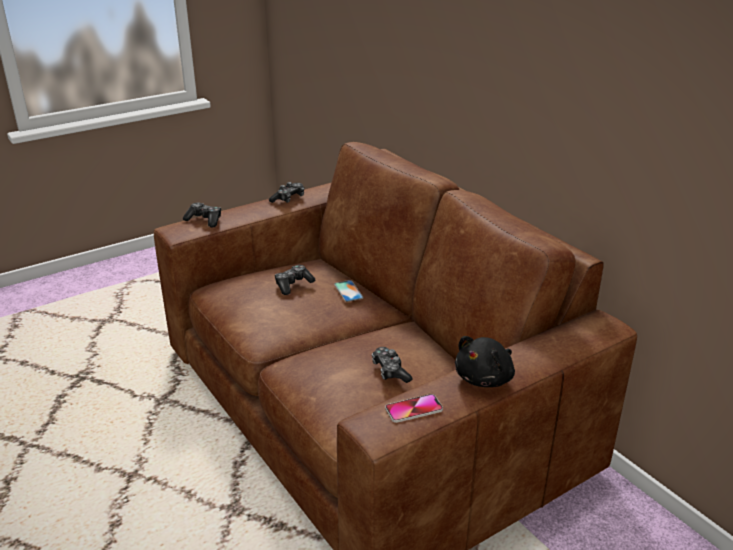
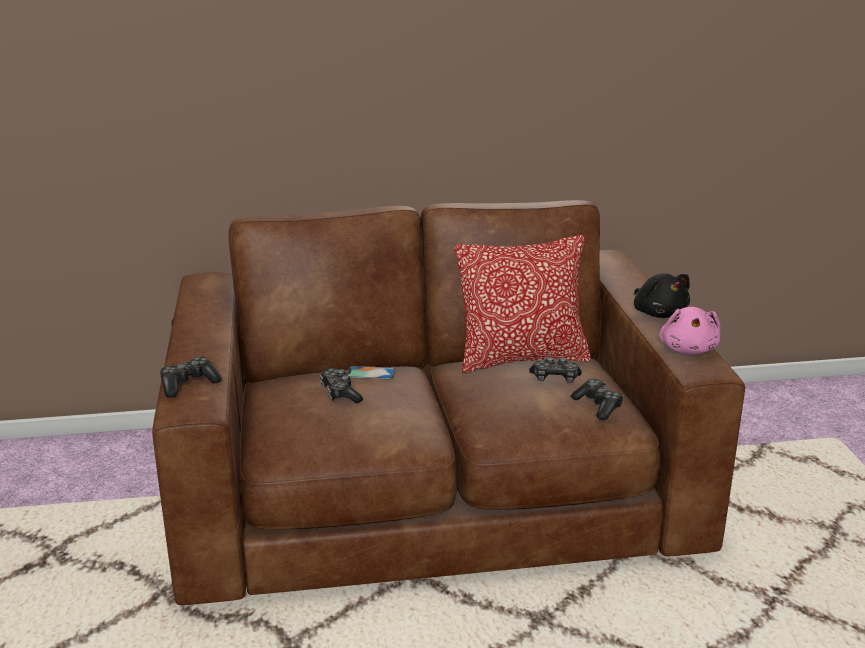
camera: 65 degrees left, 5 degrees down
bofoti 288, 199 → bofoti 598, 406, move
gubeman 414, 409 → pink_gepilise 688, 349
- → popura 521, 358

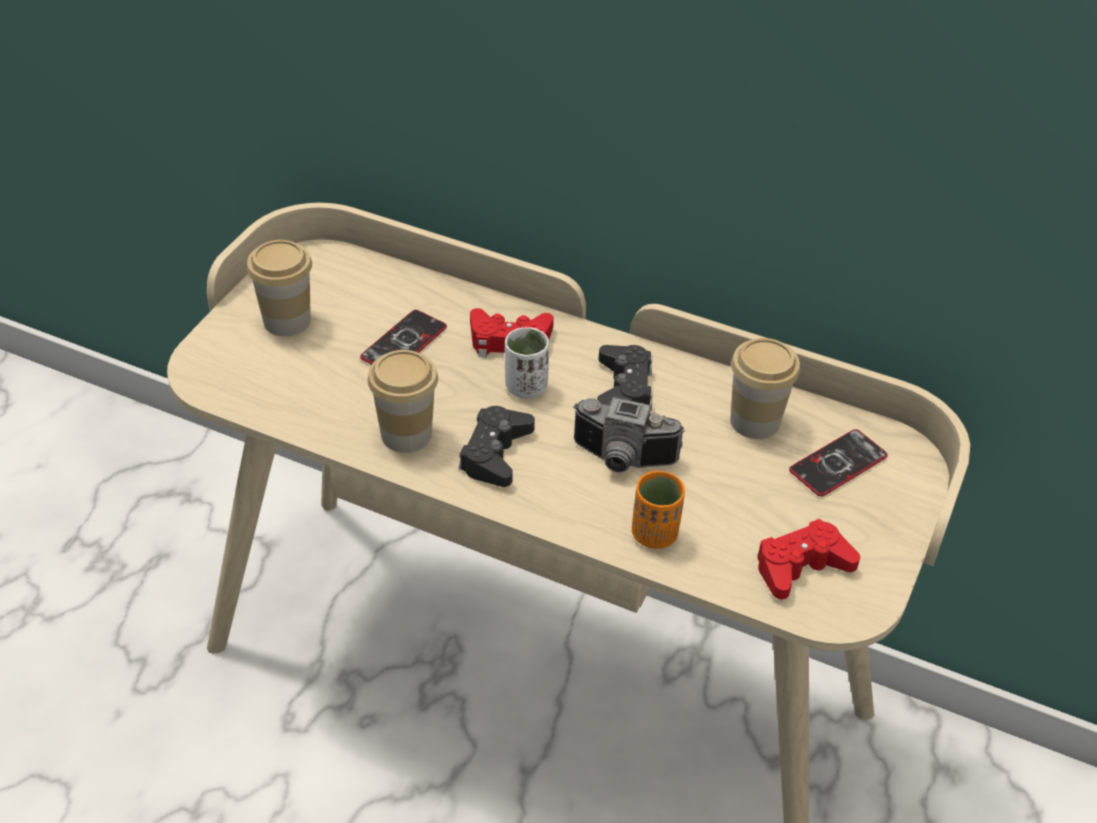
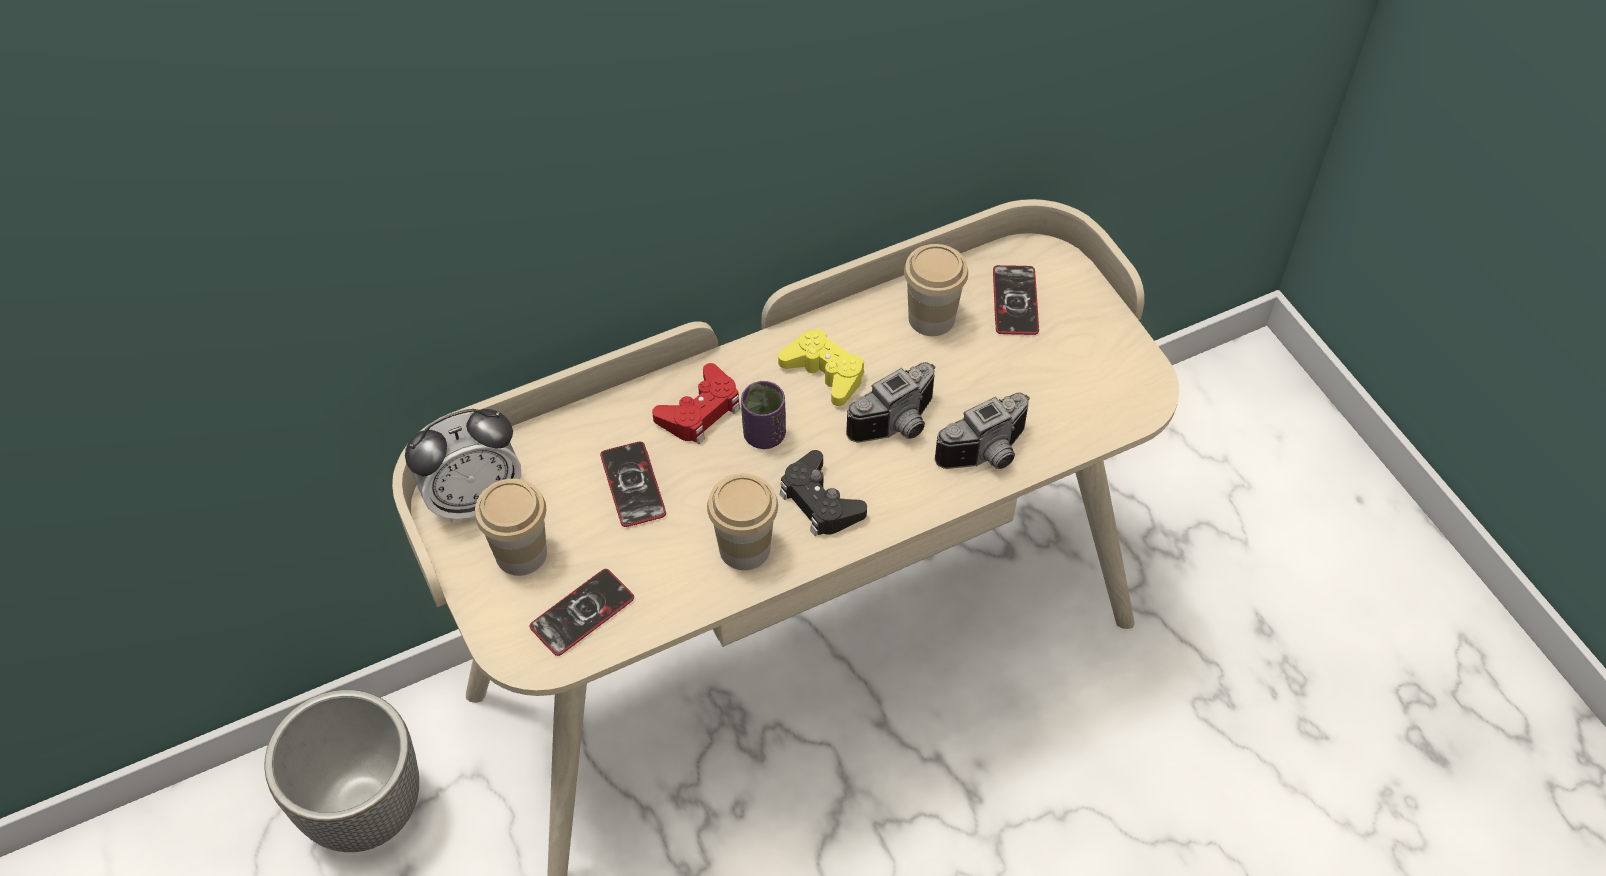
camera: 50 degrees left, 10 degrees up
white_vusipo 526, 387 → purple_vusipo 764, 434
black_bofoti 624, 388 → yellow_bofoti 824, 373
orange_vusipo 654, 534 → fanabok 988, 455
red_bofoti 801, 566 → -
- → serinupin 474, 498
- → gubeman 582, 613
- → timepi 365, 808

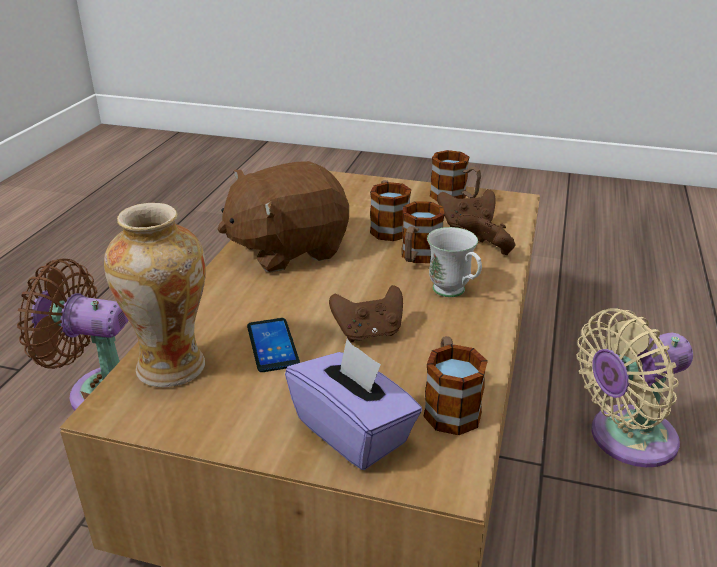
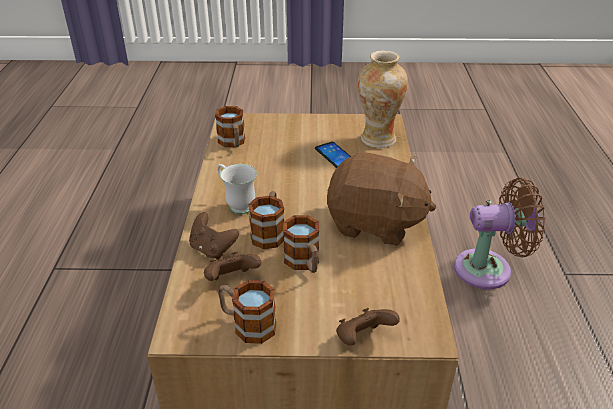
camera: 165 degrees right, 5 degrees up
brown_gepilise 287, 249 → brown_gepilise 375, 223, 60 degrees clockwise
brown_bofoti 368, 332 → brown_bofoti 363, 339, move
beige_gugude 625, 439 → -
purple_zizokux 353, 431 → -

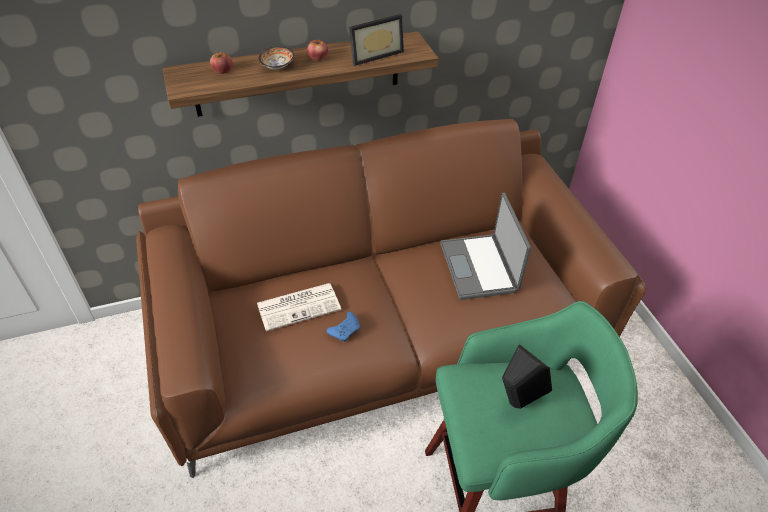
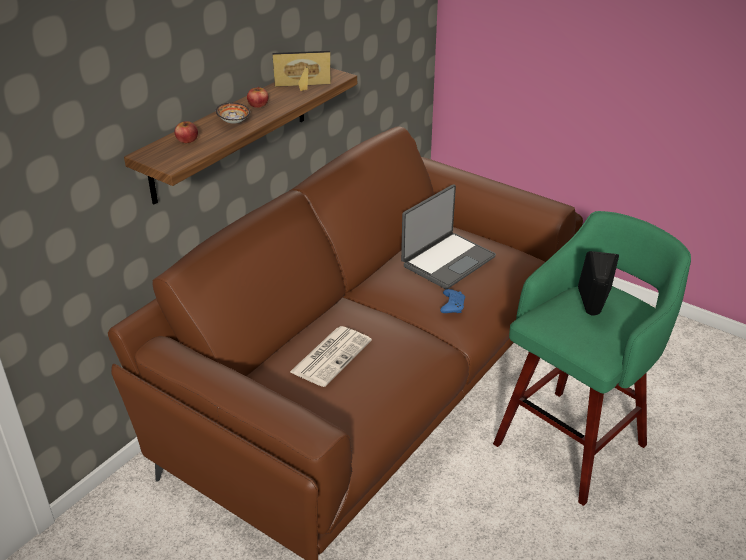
camera: 35 degrees left, 10 degrees down
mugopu 374, 54 → mugopu 303, 88, 120 degrees counterclockwise
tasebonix 480, 267 → tasebonix 447, 261, 90 degrees counterclockwise
blue_bofoti 345, 330 → blue_bofoti 452, 306, move

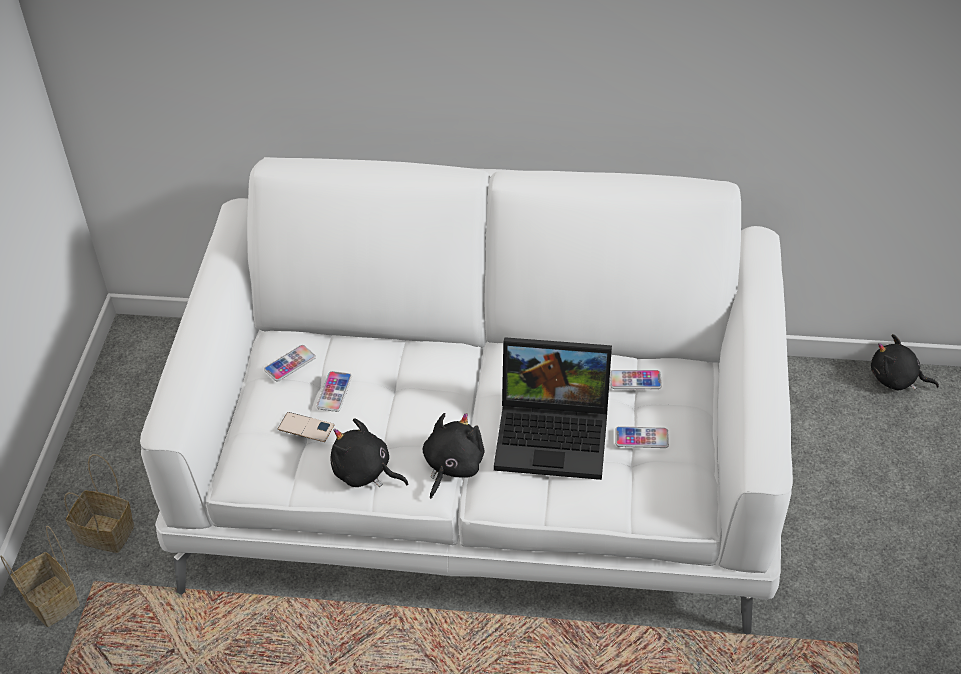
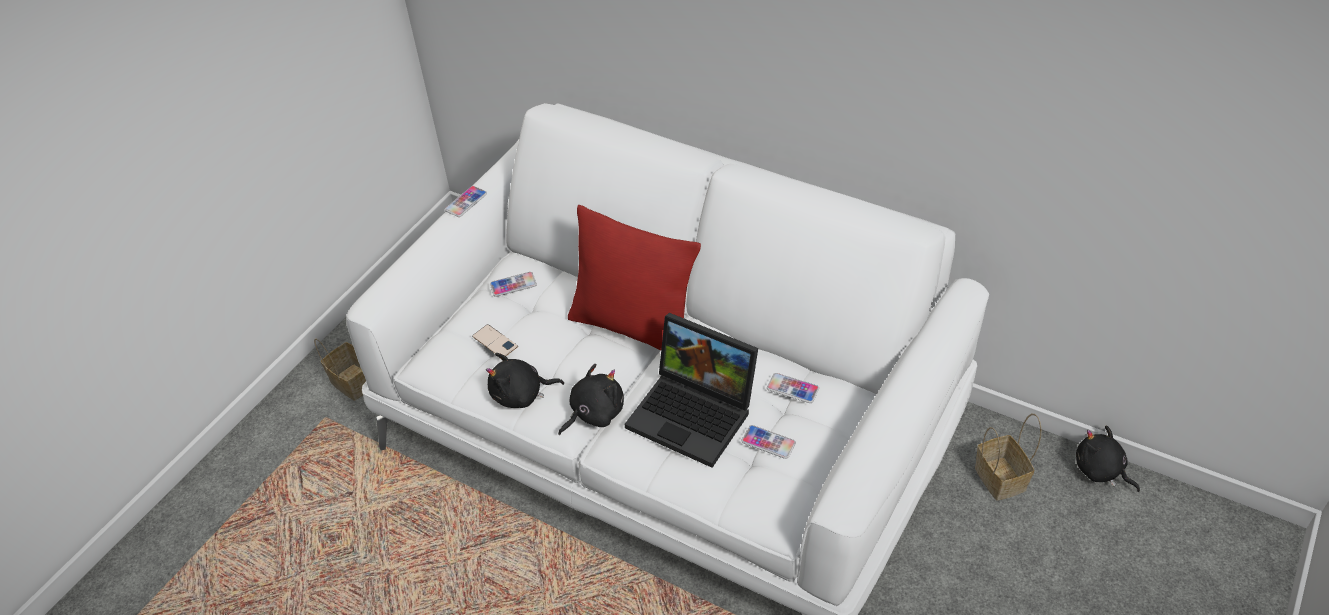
camera: 25 degrees right, 0 degrees up
gubeman 334, 392 → gubeman 466, 202, move
black_gepilise 365, 472 → black_gepilise 521, 395, 60 degrees counterclockwise
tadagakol 53, 601 → tadagakol 1002, 479, move
- → red_popura 634, 327

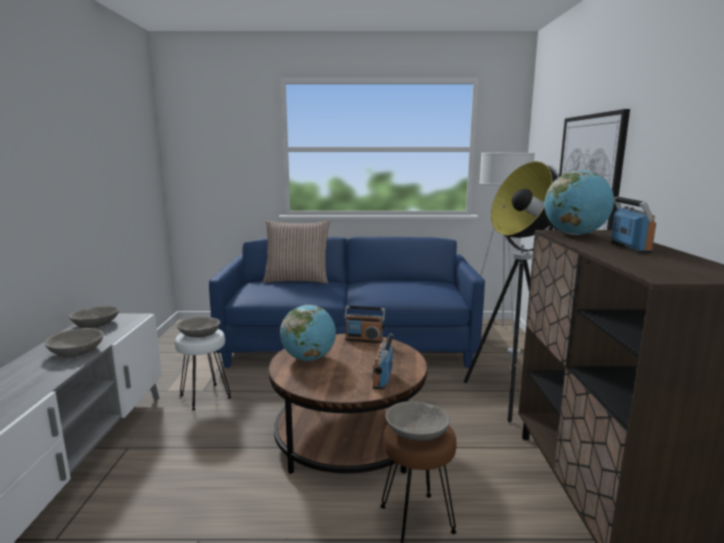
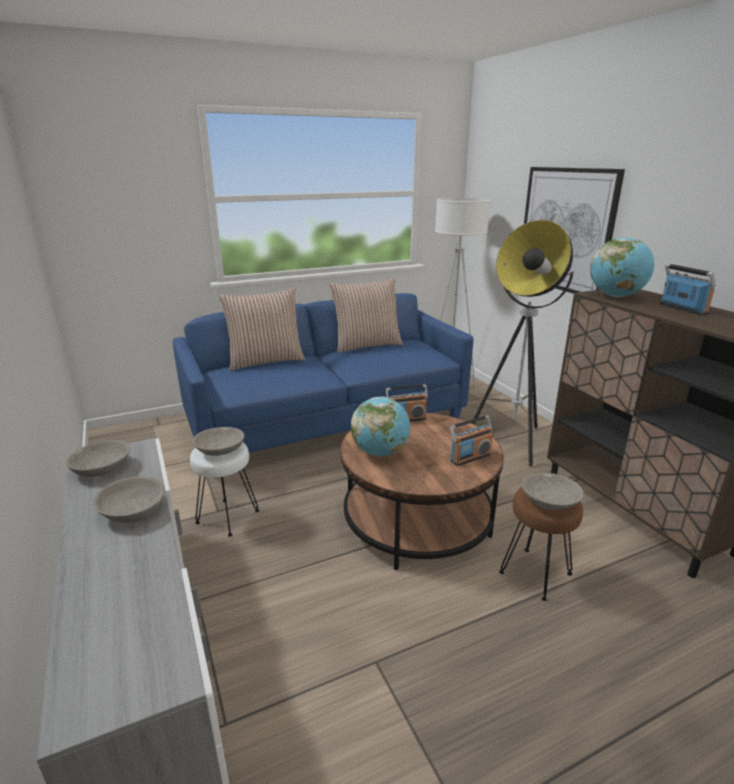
camera: 25 degrees left, 10 degrees up
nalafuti 382, 378 → nalafuti 470, 457, 105 degrees counterclockwise
- → popura 367, 345

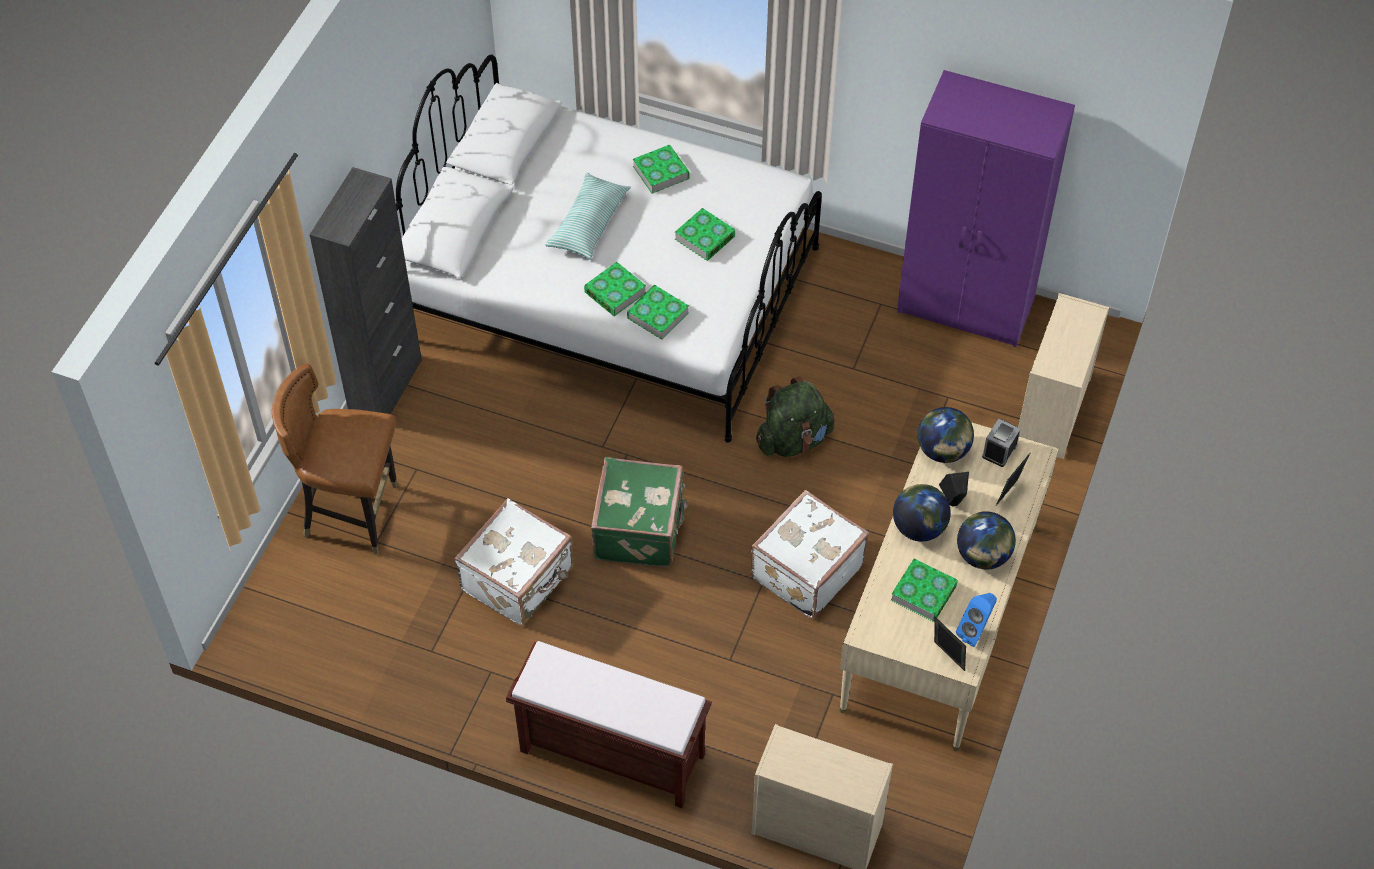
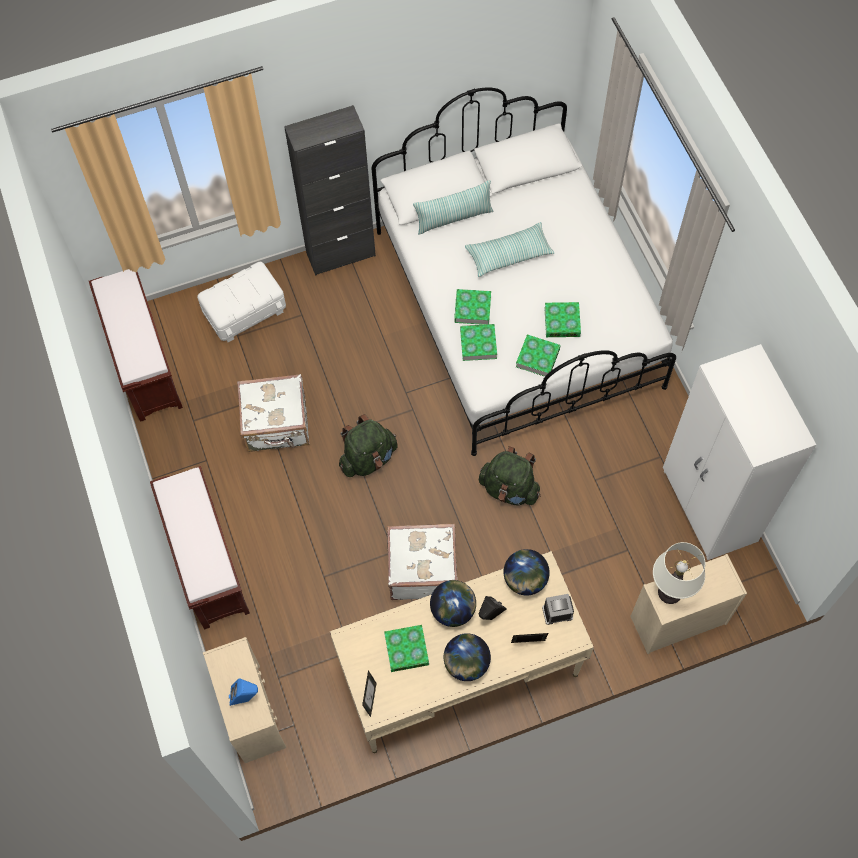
camera: 50 degrees right, 10 degrees up
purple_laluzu 966, 307 → white_laluzu 708, 507
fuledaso 661, 172 → fuledaso 537, 358, move
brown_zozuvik 353, 514 → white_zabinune 244, 310
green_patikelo 640, 529 → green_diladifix 368, 458
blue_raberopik 975, 632 → blue_raberopik 246, 698, move
- → popura 454, 218
- → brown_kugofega 144, 364
- → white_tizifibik 670, 592

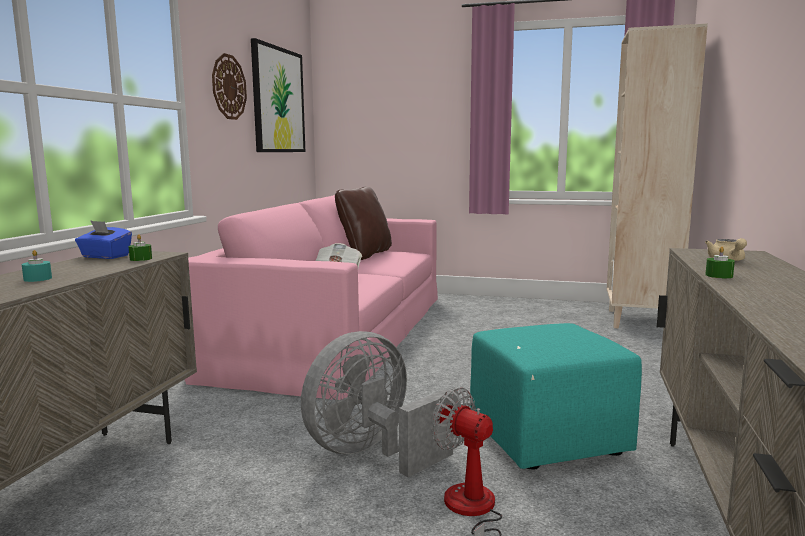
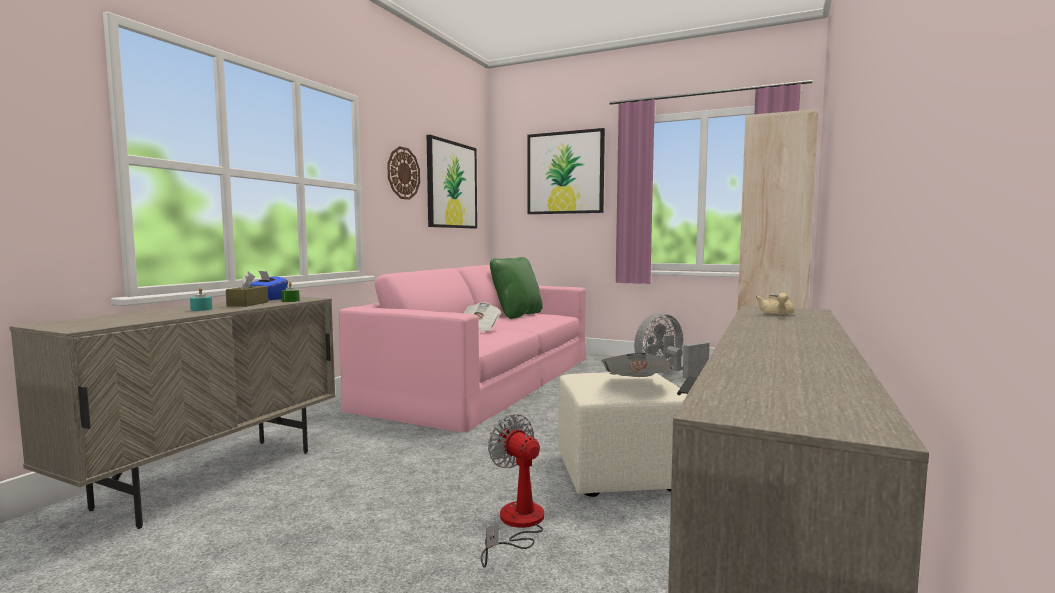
camera: 10 degrees right, 5 degrees down
brown_popura 365, 254 → green_popura 517, 315
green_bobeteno 719, 275 → -
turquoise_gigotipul 546, 440 → beige_gigotipul 618, 475
grey_gugude 371, 453 → grey_gugude 666, 373, move
- → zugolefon 565, 173
- → brown_zizokux 248, 304
- → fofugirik 636, 385

